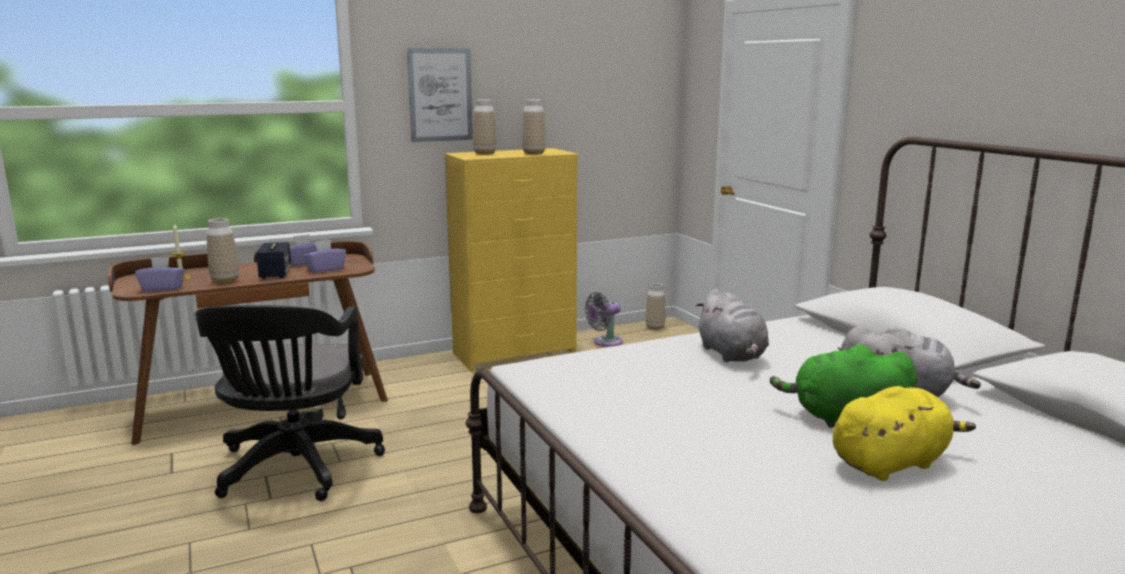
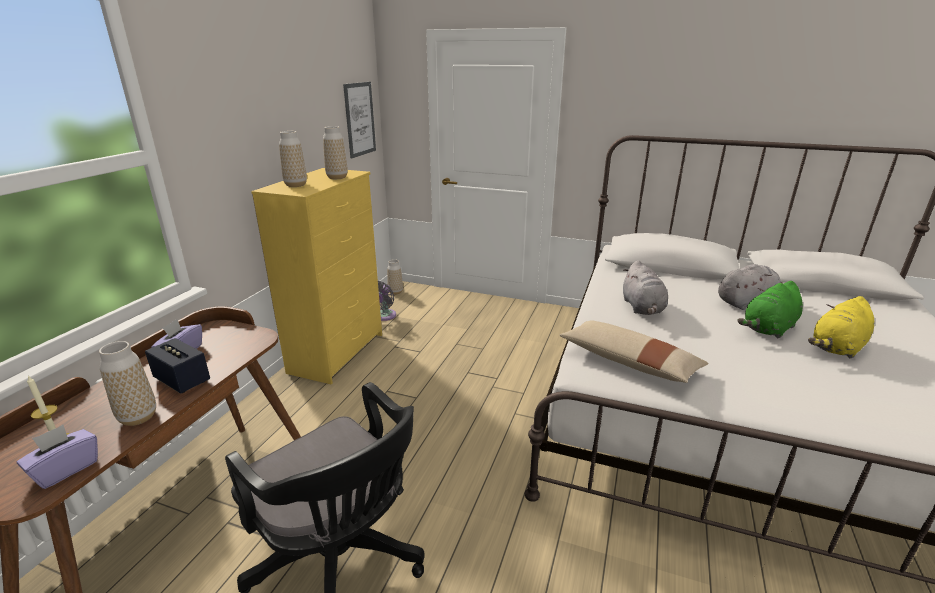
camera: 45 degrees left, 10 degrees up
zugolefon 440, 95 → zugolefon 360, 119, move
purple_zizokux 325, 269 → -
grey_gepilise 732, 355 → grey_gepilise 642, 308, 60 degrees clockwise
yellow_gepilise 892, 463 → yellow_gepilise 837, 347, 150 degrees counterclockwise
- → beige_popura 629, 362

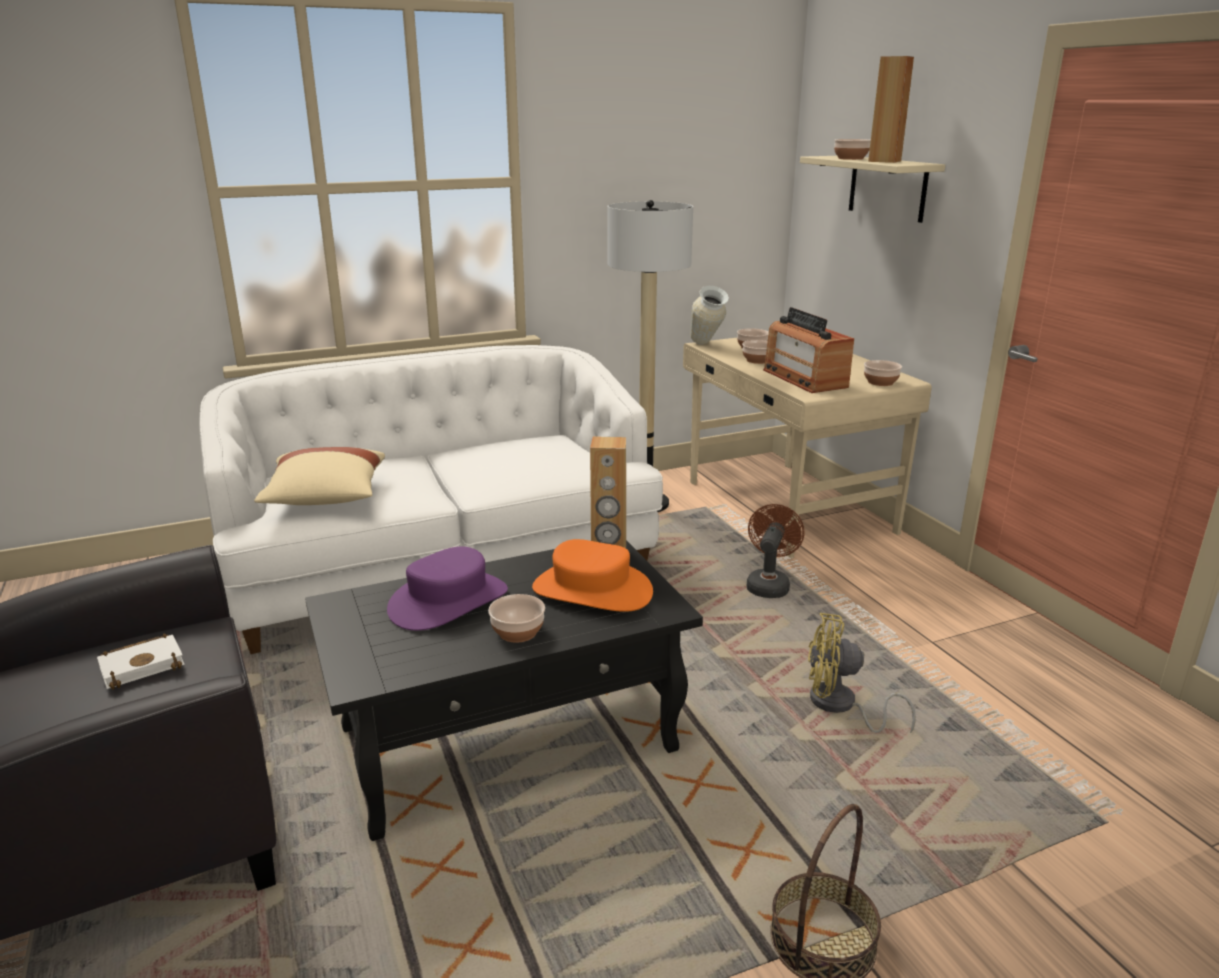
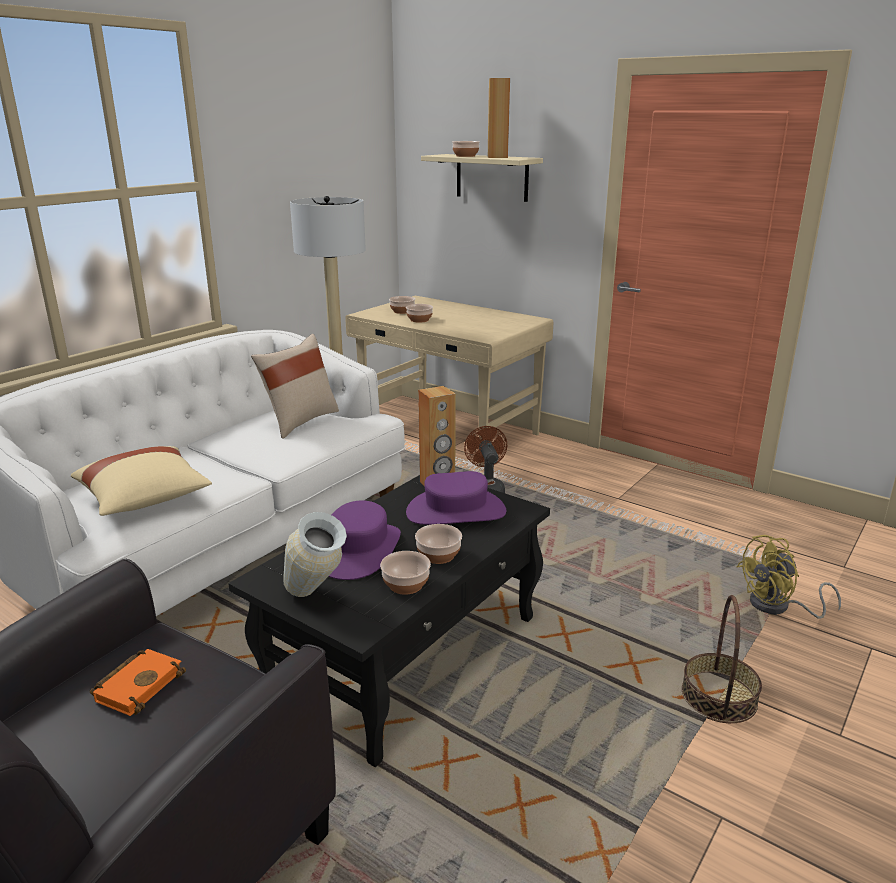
camera: 30 degrees left, 0 degrees up
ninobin 706, 346 → ninobin 316, 600, move
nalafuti 804, 378 → -
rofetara 881, 382 → rofetara 406, 585, move
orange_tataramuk 592, 590 → purple_tataramuk 456, 511
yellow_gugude 840, 706 → yellow_gugude 778, 607, move
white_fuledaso 144, 665 → orange_fuledaso 139, 684
- → beige_popura 300, 421

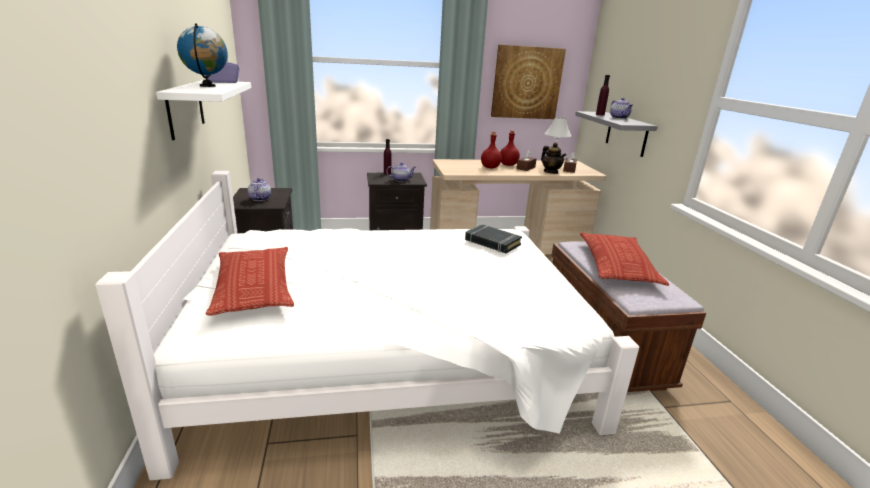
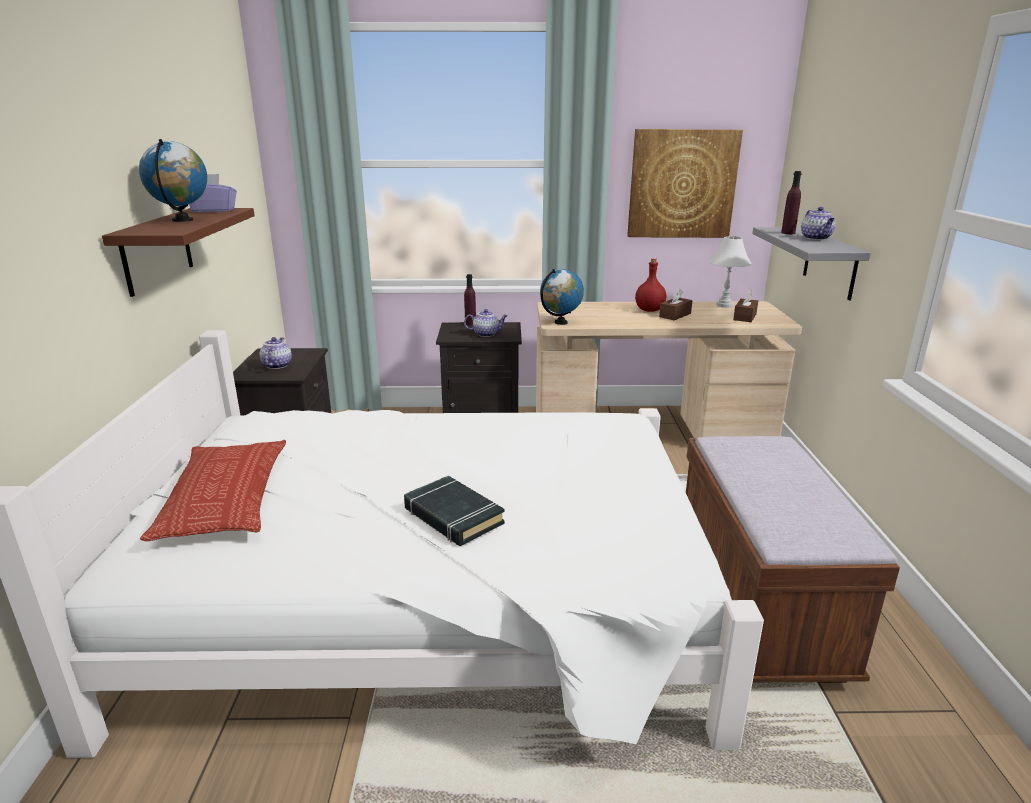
camera: 10 degrees right, 0 degrees up
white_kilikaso 185, 108 → brown_kilikaso 157, 250
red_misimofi 490, 167 → -
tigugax 551, 172 → -
black_fuledaso 492, 242 → black_fuledaso 453, 516, move
popura 617, 264 → -
- → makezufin 561, 322

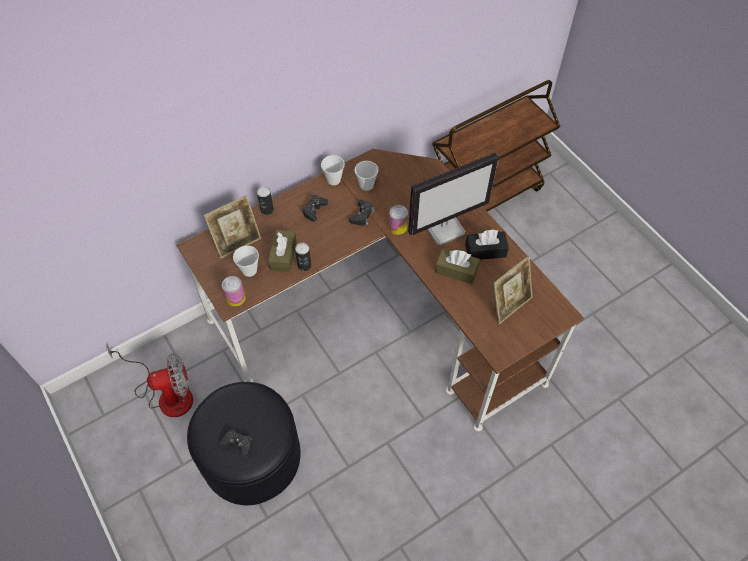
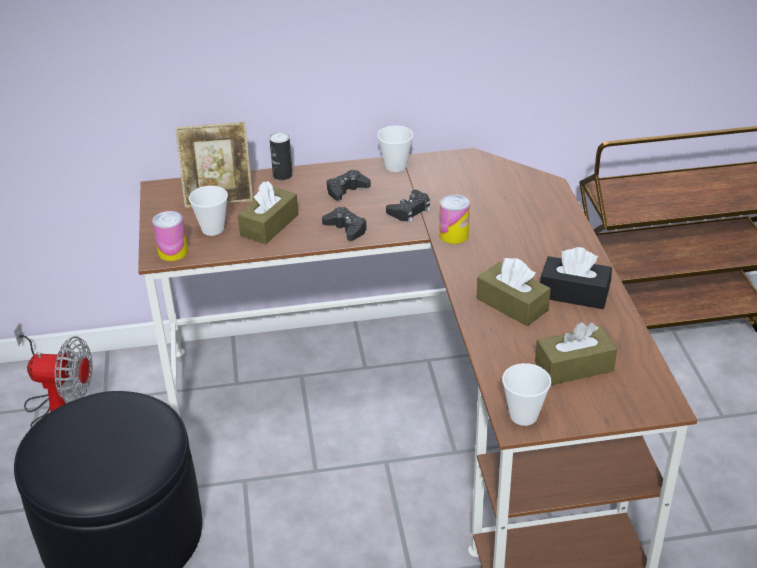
camera: 25 degrees right, 20 degrees down
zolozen 444, 228 → -
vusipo 366, 185 → vusipo 523, 415, move
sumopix 304, 265 → -
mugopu 509, 304 → brown_zizokux 574, 366
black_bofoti 238, 443 → black_bofoti 346, 228, move

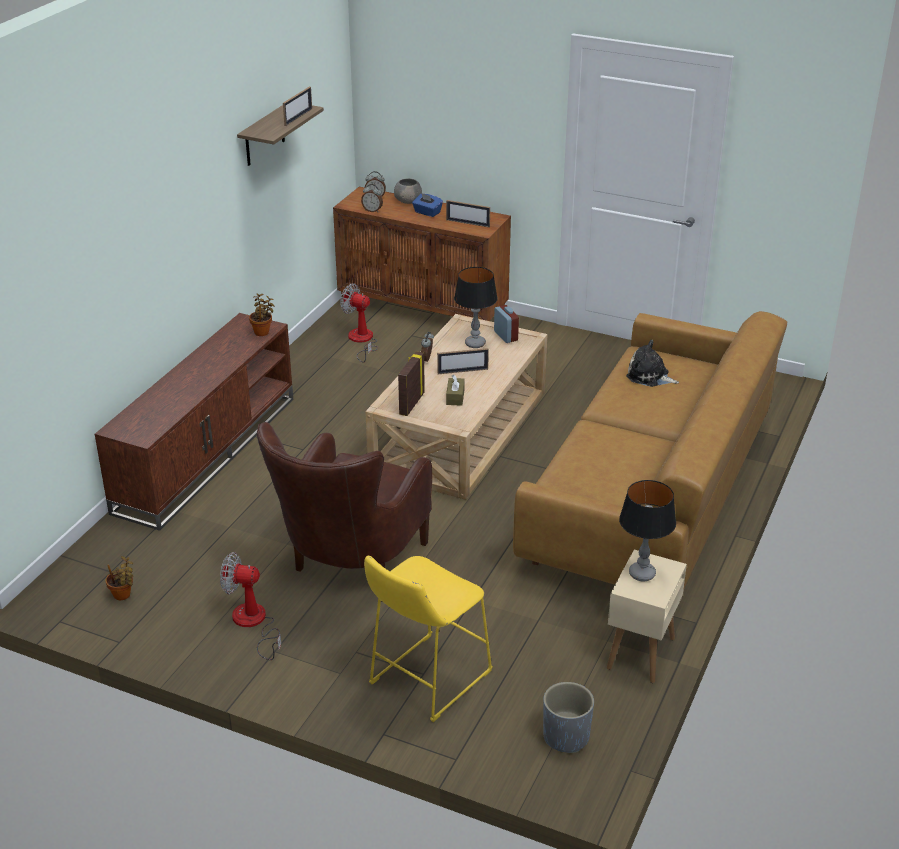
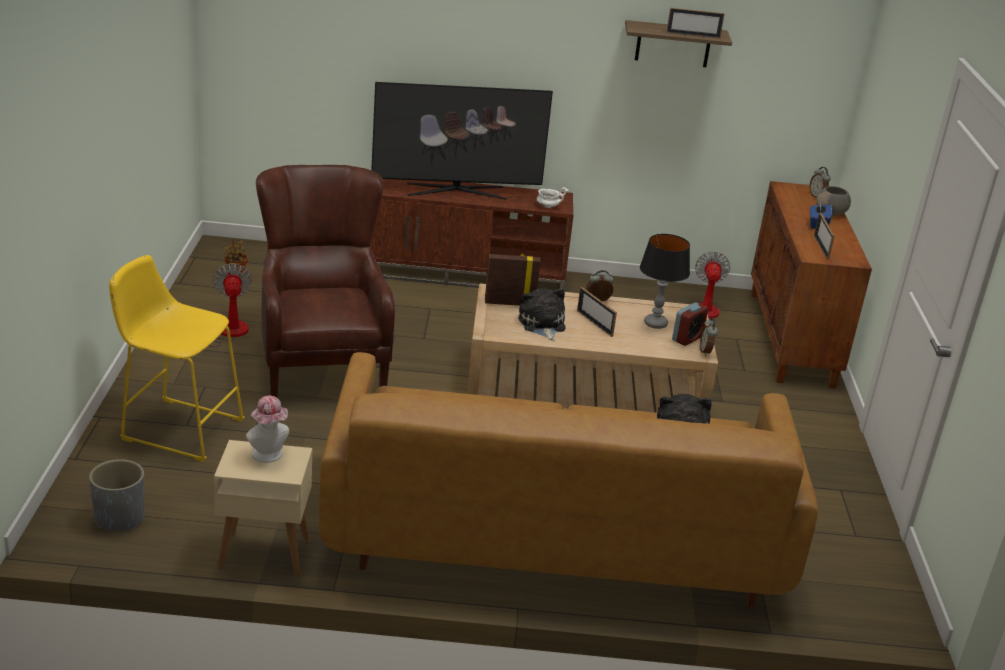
camera: 65 degrees right, 5 degrees down
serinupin 372, 210 → serinupin 706, 351, move
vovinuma 262, 332 → white_rofetara 548, 206
brown_zizokux 455, 397 → gepilise 542, 325
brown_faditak 349, 568 → brown_faditak 321, 365, 75 degrees clockwise
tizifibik 641, 574 → tataramuk 269, 456
- → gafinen 455, 191

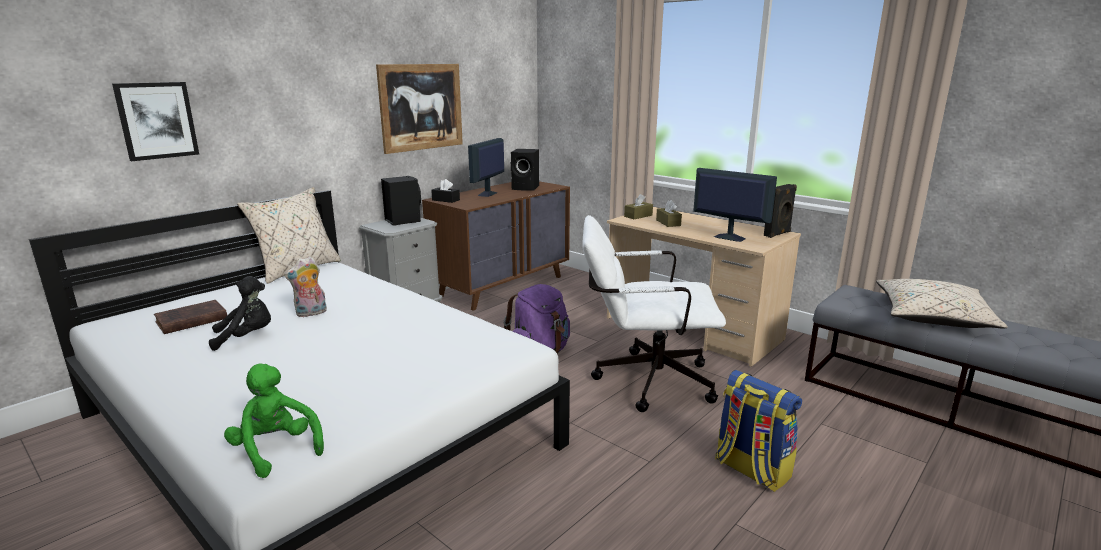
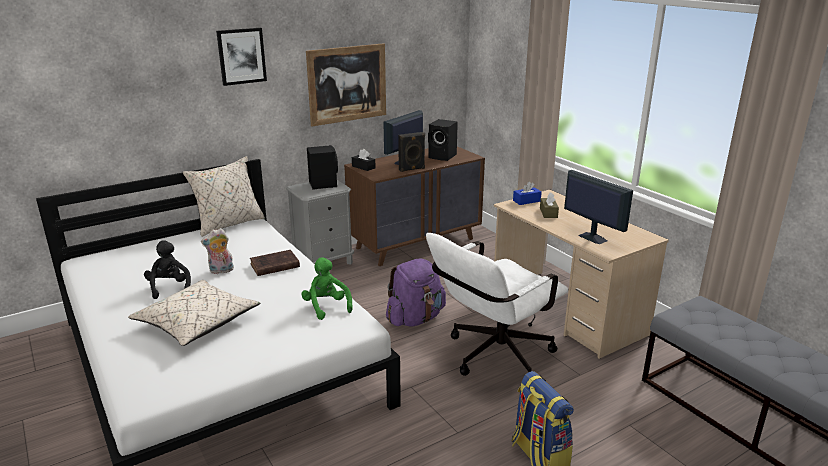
camera: 15 degrees right, 5 degrees up
zugolefon 157, 120 → zugolefon 241, 56, move
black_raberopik 778, 234 → black_raberopik 412, 169, move
brown_zizokux 638, 216 → blue_zizokux 526, 201
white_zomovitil 643, 380 → white_zomovitil 492, 357, 60 degrees counterclockwise
black_gepilise 247, 337 → black_gepilise 169, 287, 105 degrees counterclockwise
beige_popura 932, 317 → beige_popura 197, 323, move
brown_fuledaso 190, 321 → brown_fuledaso 273, 266, move
green_gepilise 276, 450 → green_gepilise 326, 307, move

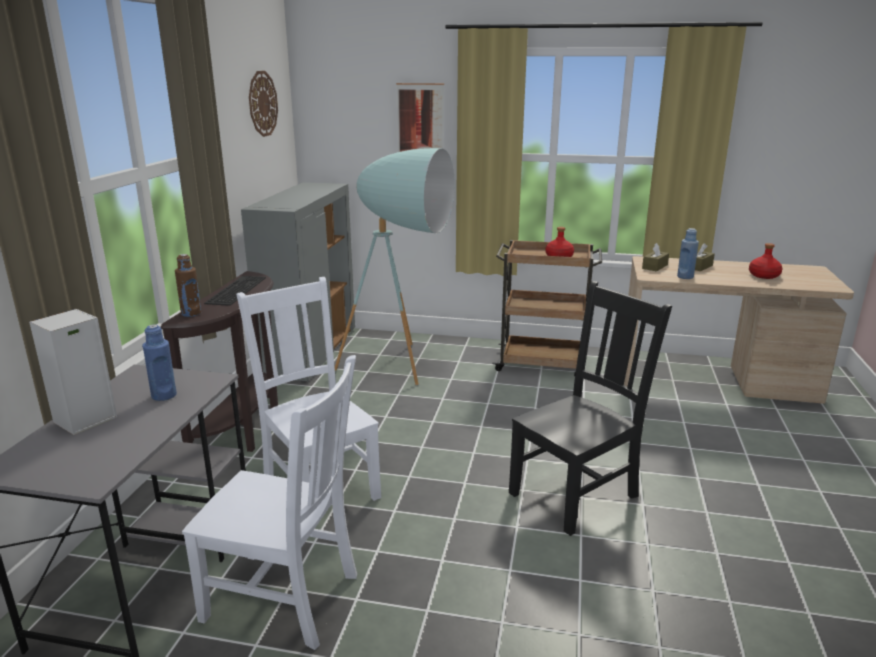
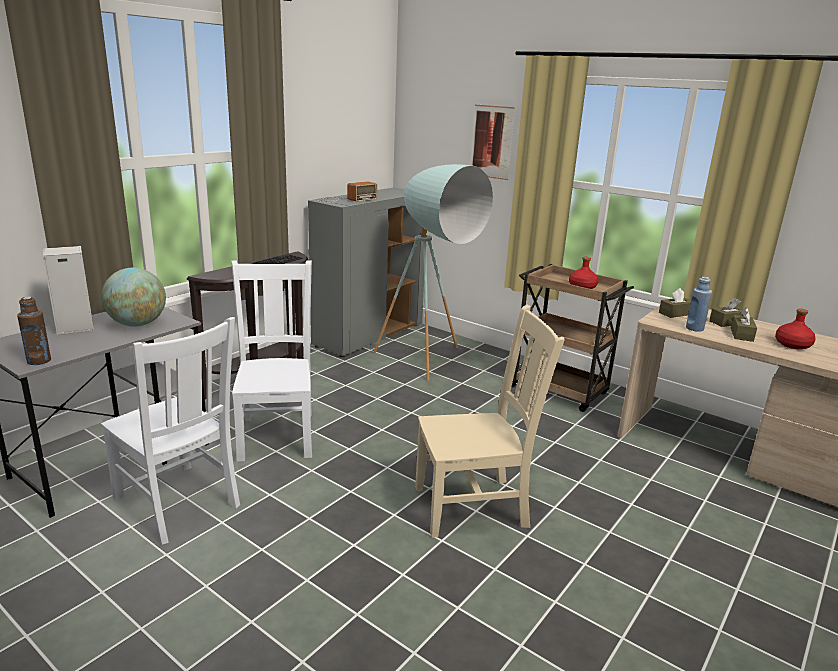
camera: 25 degrees right, 0 degrees up
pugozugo 262, 103 → -
brown_misimofi 191, 313 → brown_misimofi 39, 361, move
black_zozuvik 577, 493 → beige_zozuvik 475, 506
blue_misimofi 164, 395 → makezufin 137, 324
- → nalafuti 344, 199
- → brown_zizokux 741, 334

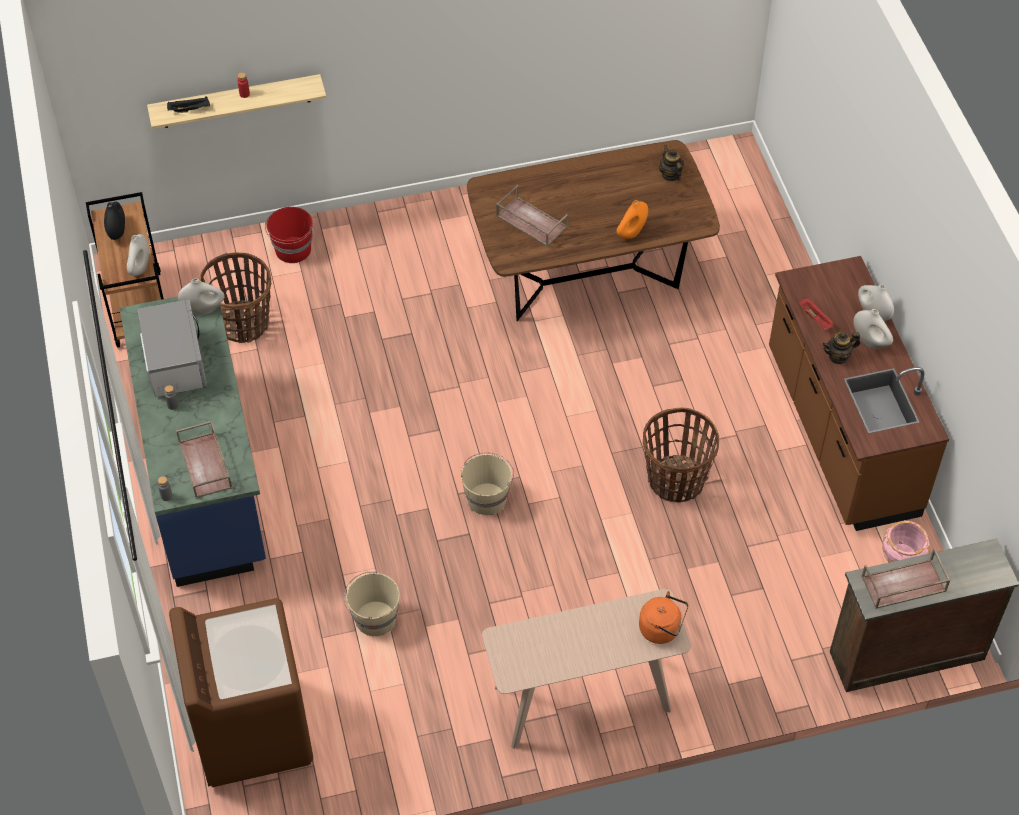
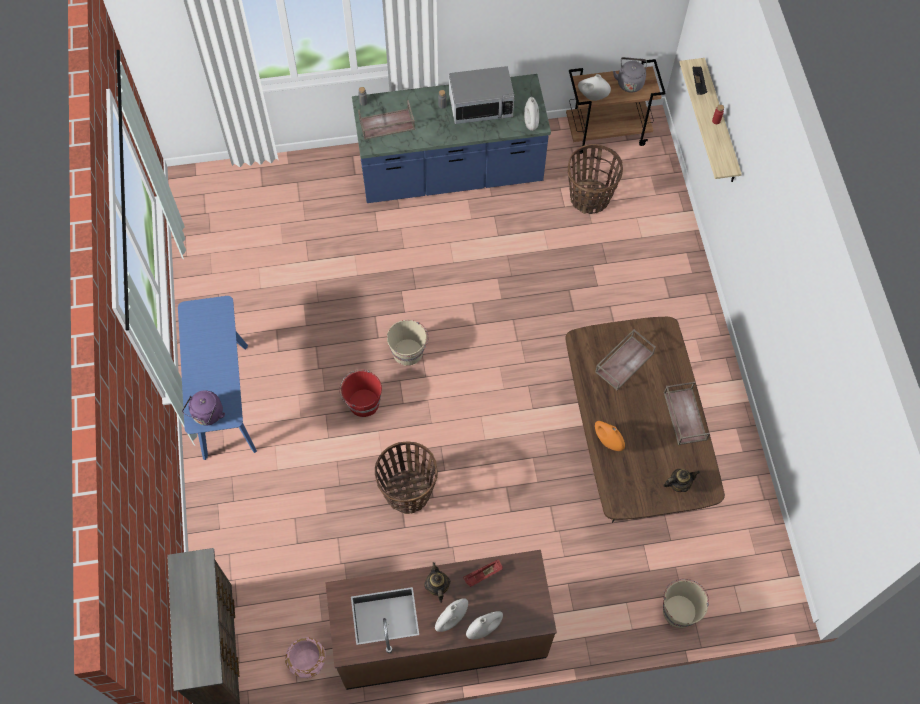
camera: 95 degrees right, 10 degrees up
black_ninobin 117, 231 → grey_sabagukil 630, 82
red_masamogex 293, 250 → red_masamogex 363, 402, move
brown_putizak 903, 585 → brown_putizak 684, 415, move
beige_masamogex 374, 618 → beige_masamogex 679, 610, move
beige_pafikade 582, 699 → blue_pafikade 225, 400
orange_sabagukil 662, 629 → purple_sabagukil 207, 415
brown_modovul 252, 731 → -

